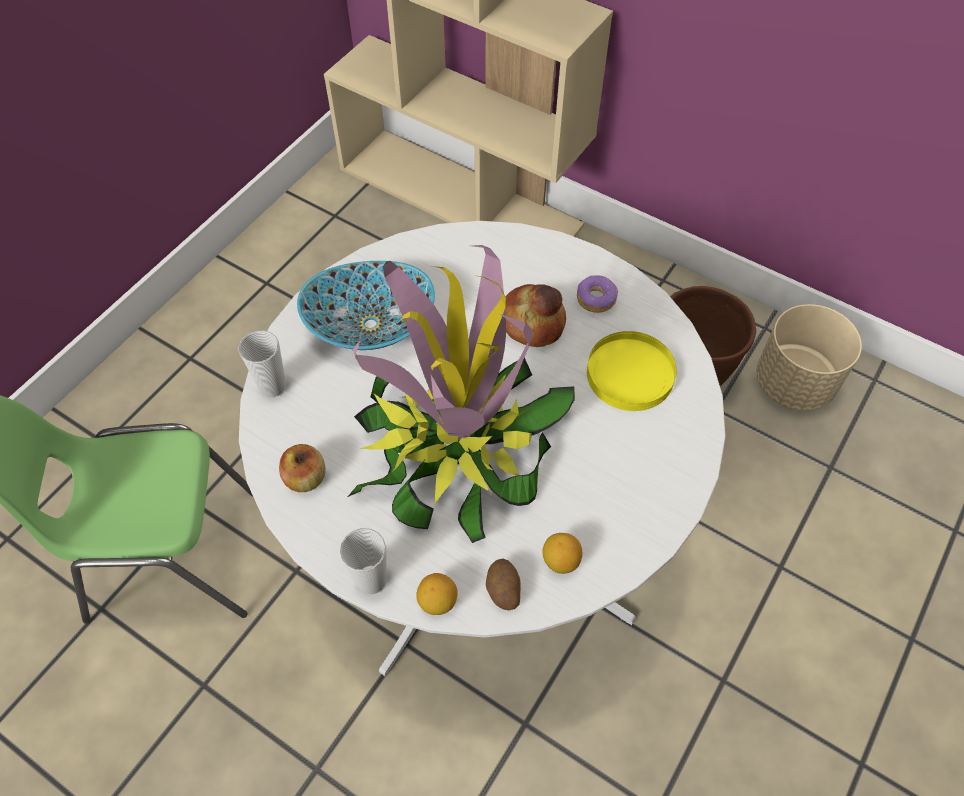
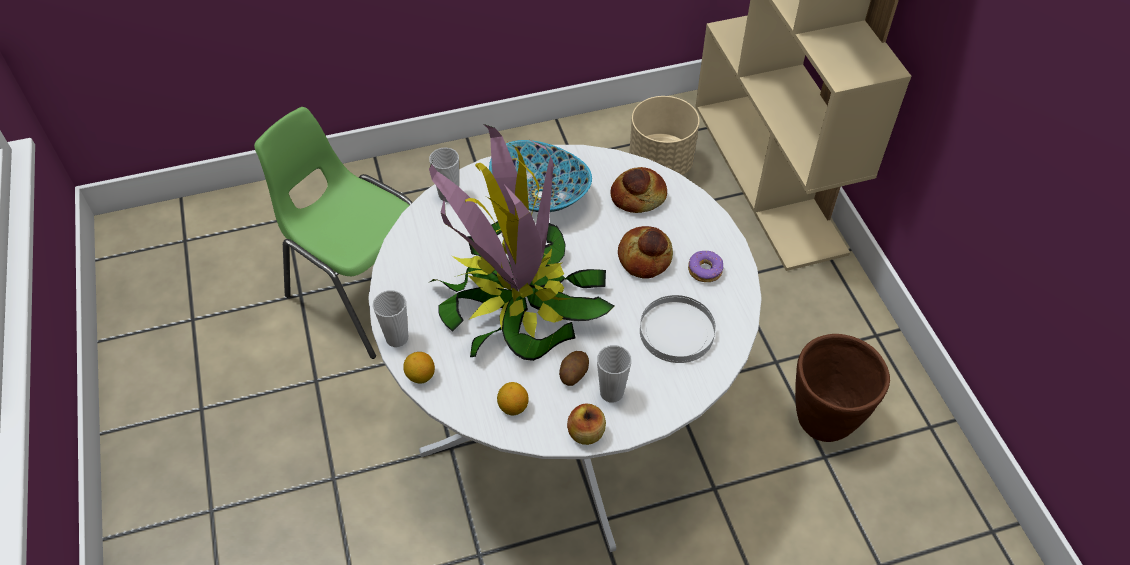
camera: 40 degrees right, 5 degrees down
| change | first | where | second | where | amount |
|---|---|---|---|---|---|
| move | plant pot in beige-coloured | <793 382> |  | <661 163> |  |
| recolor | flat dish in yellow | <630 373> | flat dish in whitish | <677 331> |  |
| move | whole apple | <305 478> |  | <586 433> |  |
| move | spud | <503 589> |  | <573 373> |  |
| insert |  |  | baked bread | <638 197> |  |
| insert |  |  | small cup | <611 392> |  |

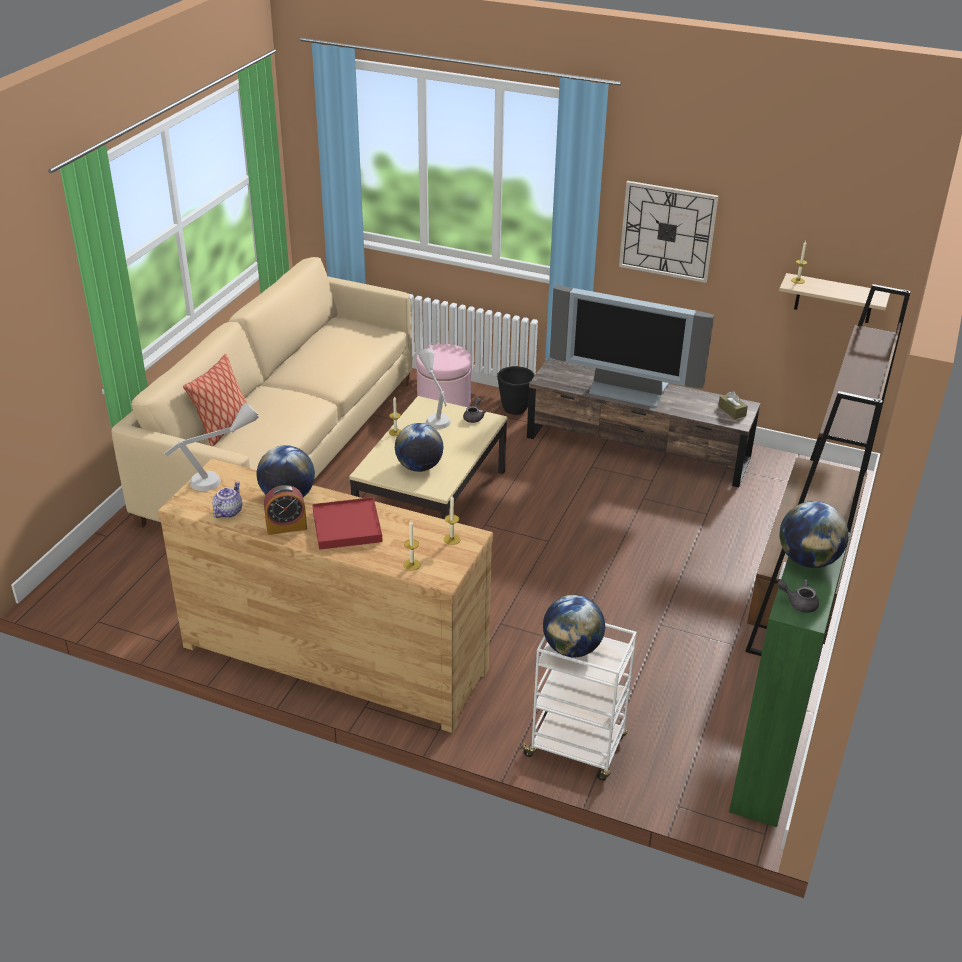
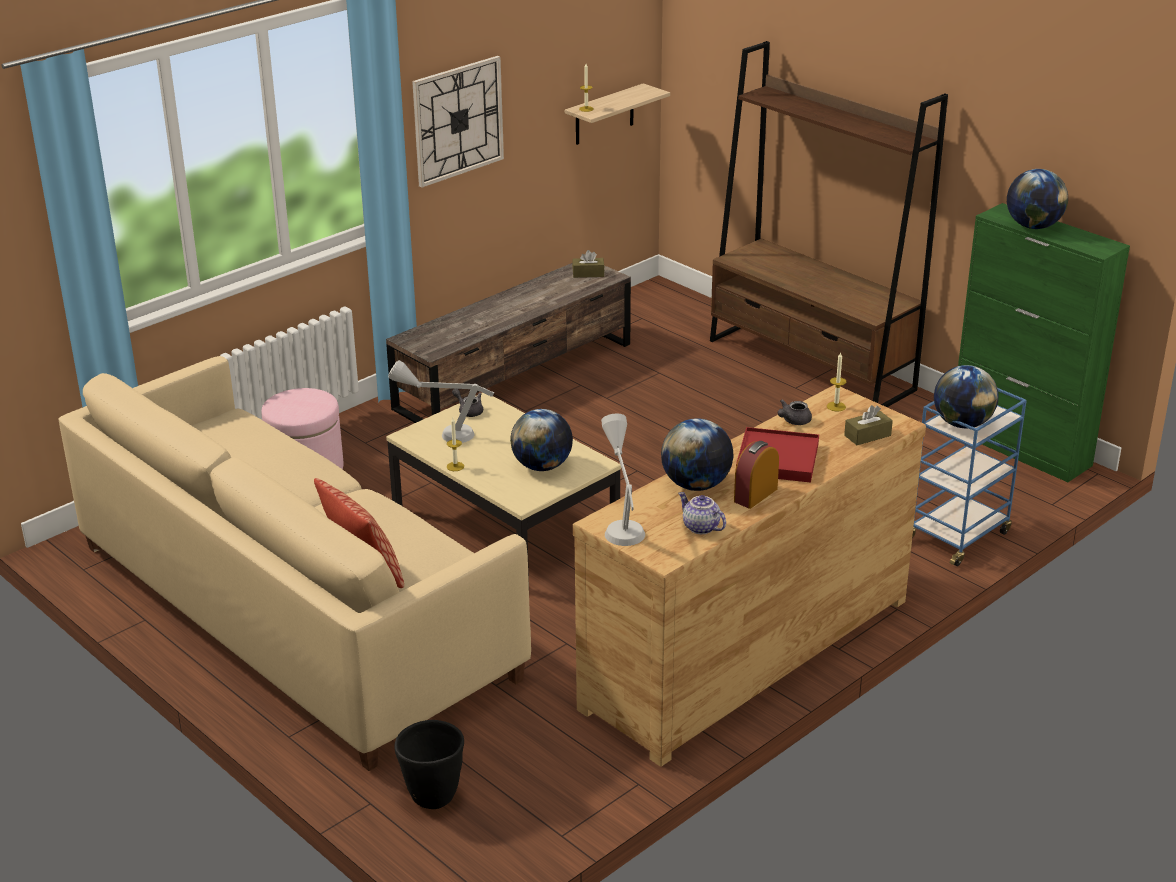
camera: 65 degrees left, 5 degrees down
| change | first | where | second | where | amount |
|---|---|---|---|---|---|
| delete | TV | <628 391> |  |  |  |
| move | plant pot in blackish | <515 409> |  | <432 796> |  |
| rotate | bedside clock | <286 527> |  | <755 495> | 150 degrees counterclockwise |
| replace | wax candle | <412 564> | box of tissues in brown | <867 435> |  |
| move | tea pot in greyish | <798 603> |  | <793 421> |  |
| recolor | trolley in whitish | <576 747> | trolley in bluish | <957 535> |  |

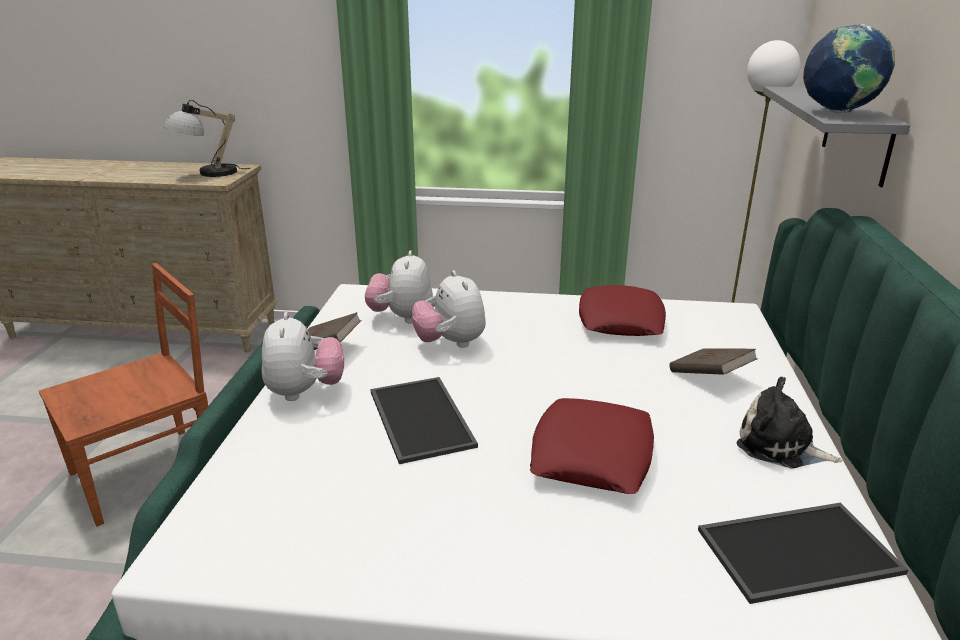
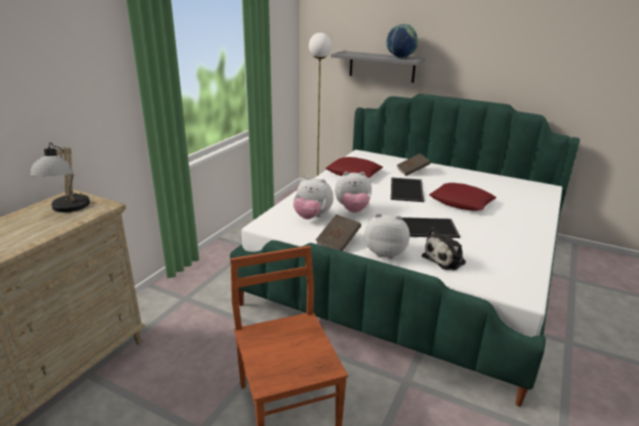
camera: 70 degrees left, 0 degrees up
| change | first | where | second | where | amount |
|---|---|---|---|---|---|
| move | plush toy | <780 446> |  | <445 259> |  |
| move | tray | <798 553> |  | <407 190> |  |

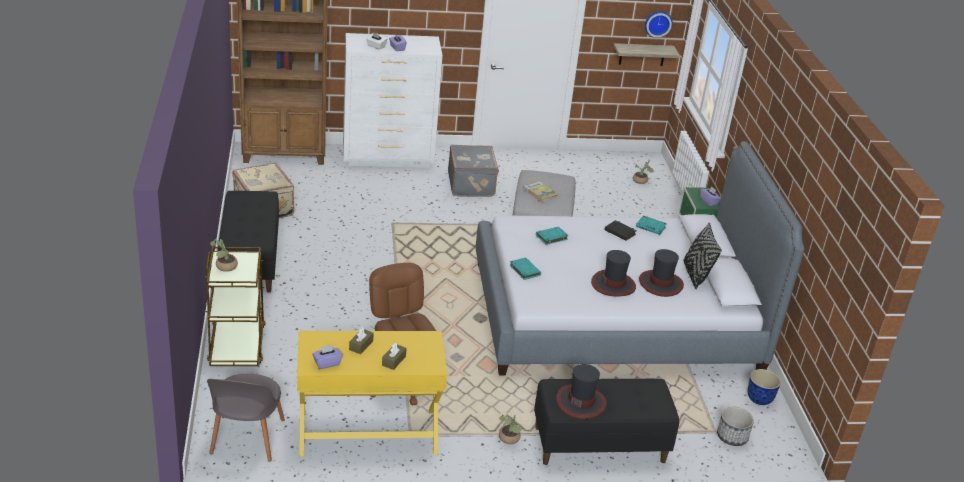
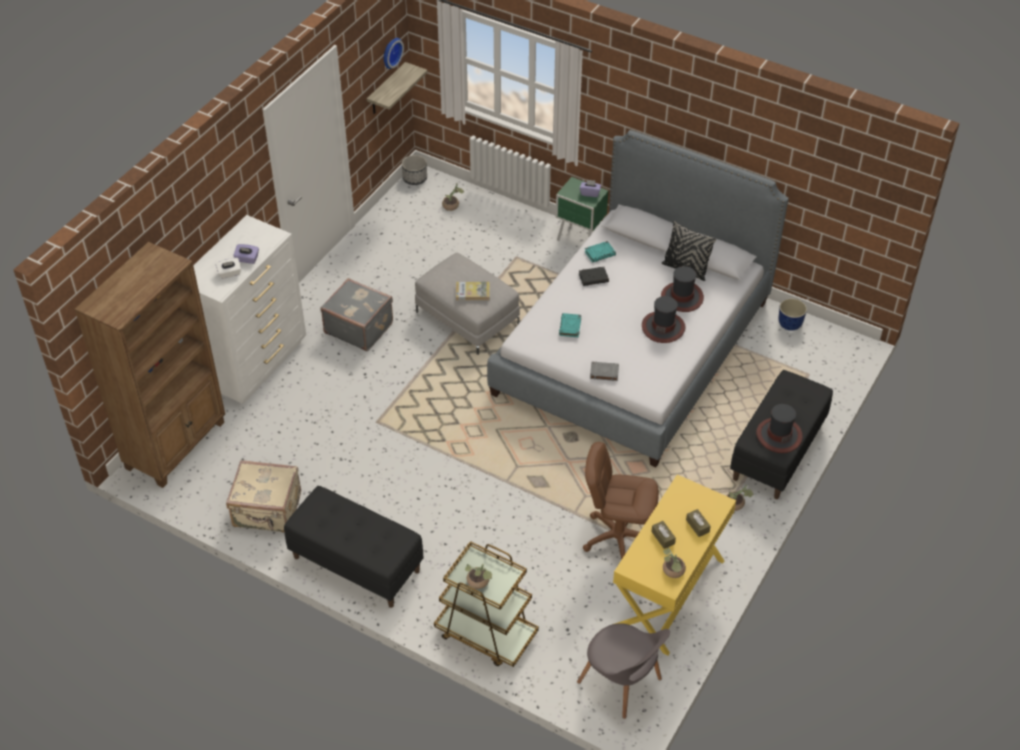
camera: 50 degrees left, 15 degrees up
| change | first | where | second | where | amount |
|---|---|---|---|---|---|
| recolor | book in turquoise | <524 270> | book in greyish | <604 372> |  |
| replace | box of tissues in purple | <327 363> | plant in a pot | <672 572> |  |
| move | plant pot | <732 437> |  | <415 178> |  |

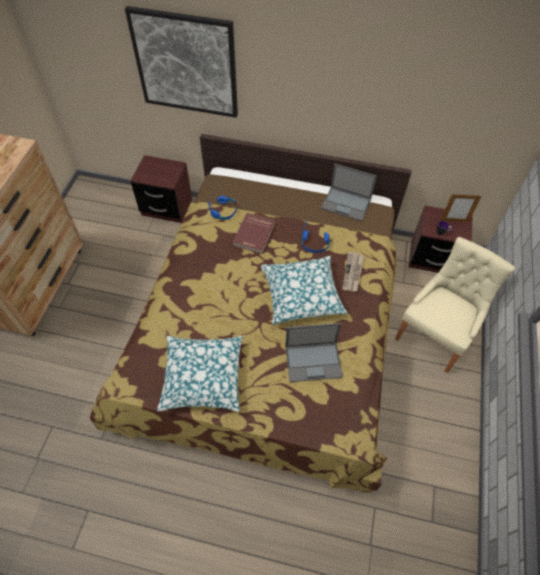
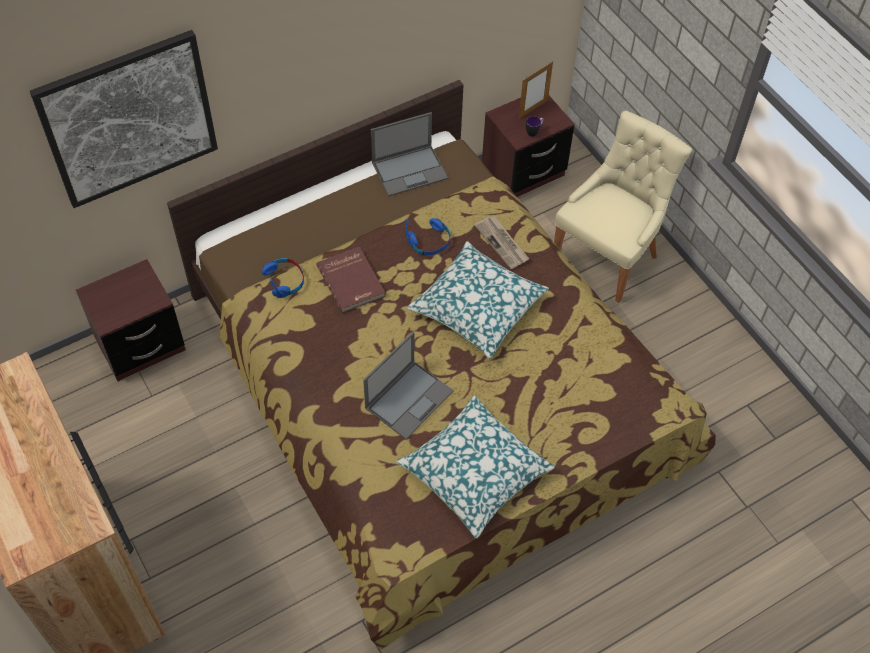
camera: 45 degrees left, 0 degrees up
| change | first | where | second | where | amount |
|---|---|---|---|---|---|
| rotate | plain chair in beige-coloured | <435 335> |  | <608 256> | 45 degrees clockwise |
| move | notebook computer | <314 361> |  | <409 398> |  |

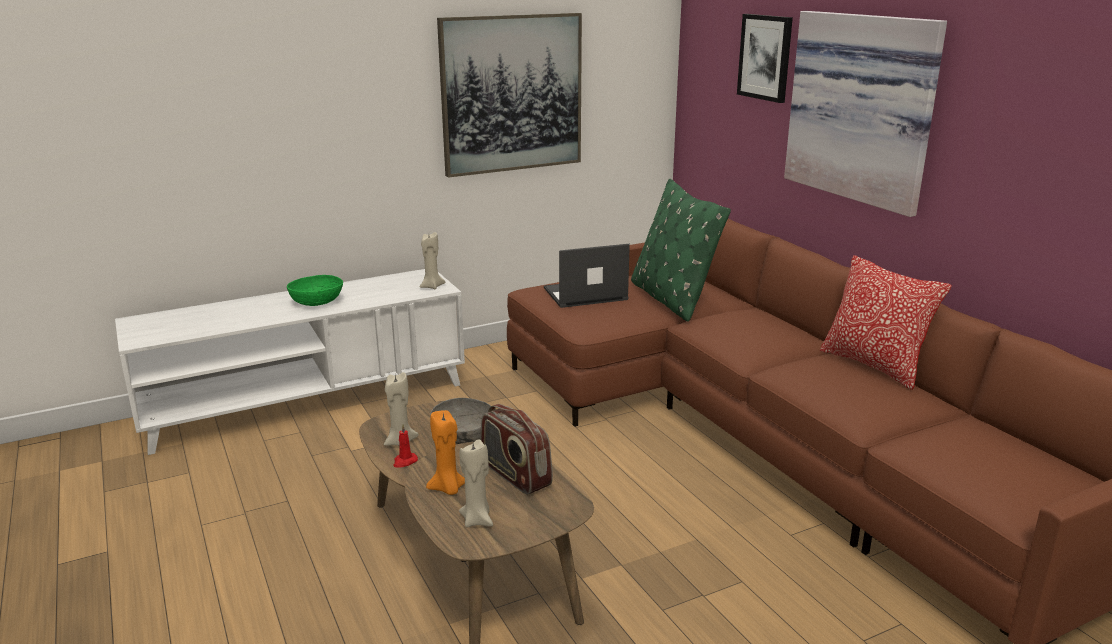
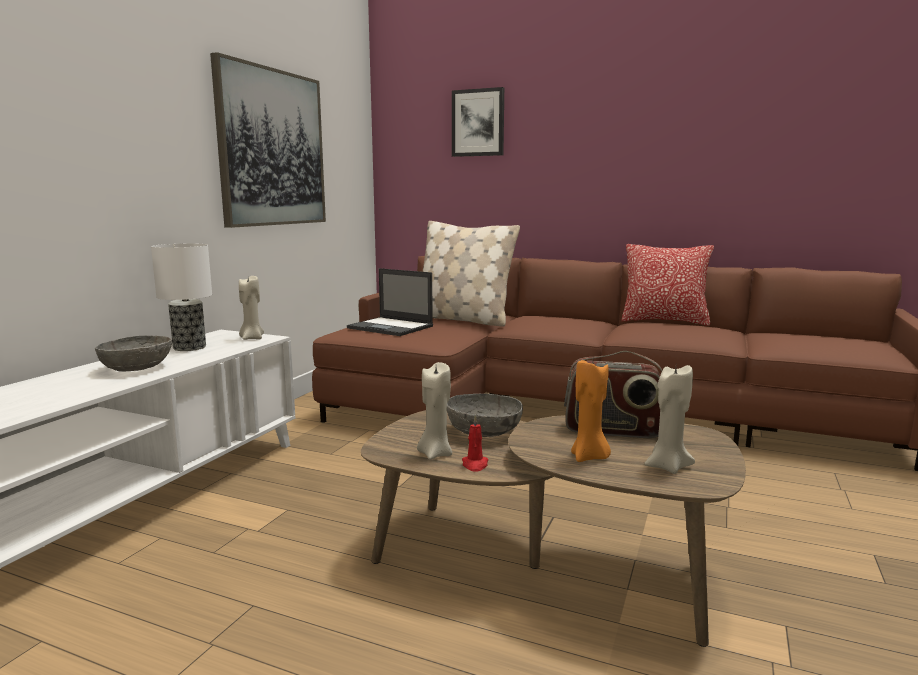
camera: 40 degrees left, 10 degrees down
| change | first | where | second | where | amount |
|---|---|---|---|---|---|
| delete | wall art | <863 108> |  |  |  |
| recolor | throw pillow in green-coloured | <671 299> | throw pillow in beige-coloured | <462 319> |  |
| rotate | notebook computer | <584 294> |  | <391 327> | 90 degrees counterclockwise |
| recolor | deep dish in green-coloured | <317 302> | deep dish in greyish | <137 368> |  |
| insert |  |  | tabletop lamp | <190 347> |  |

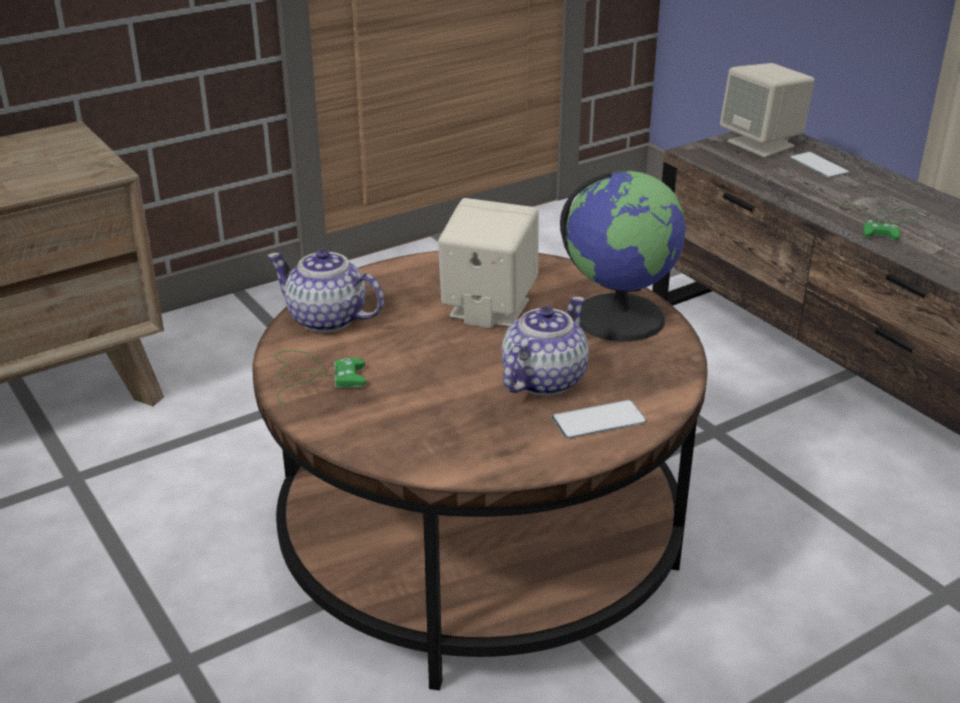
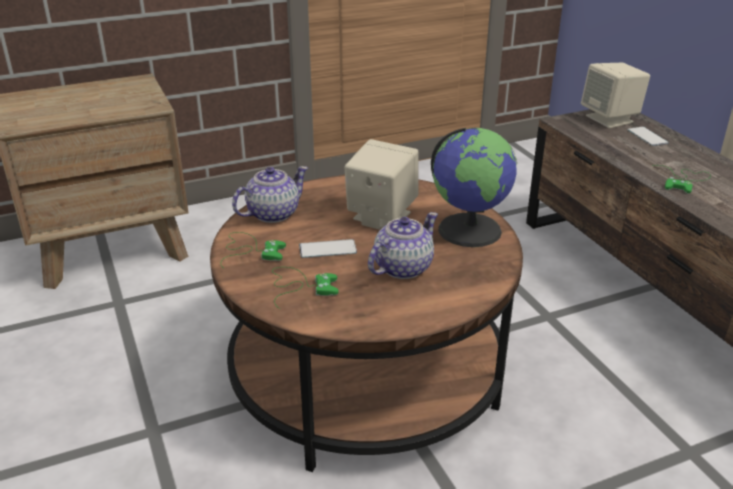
camera: 10 degrees right, 0 degrees up
| change | first | where | second | where | amount |
|---|---|---|---|---|---|
| rotate | tea pot | <327 320> |  | <272 214> | 105 degrees clockwise |
| move | telephone | <598 420> |  | <327 249> |  |
| insert |  |  | joypad in green-coloured | <300 286> |  |

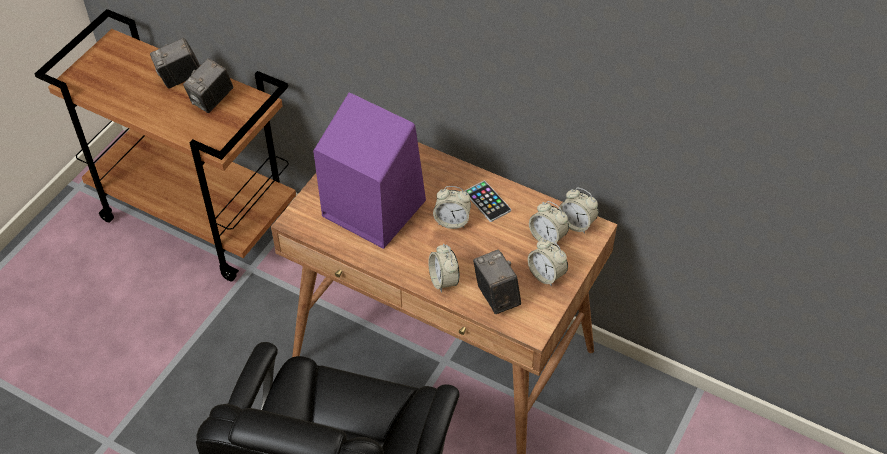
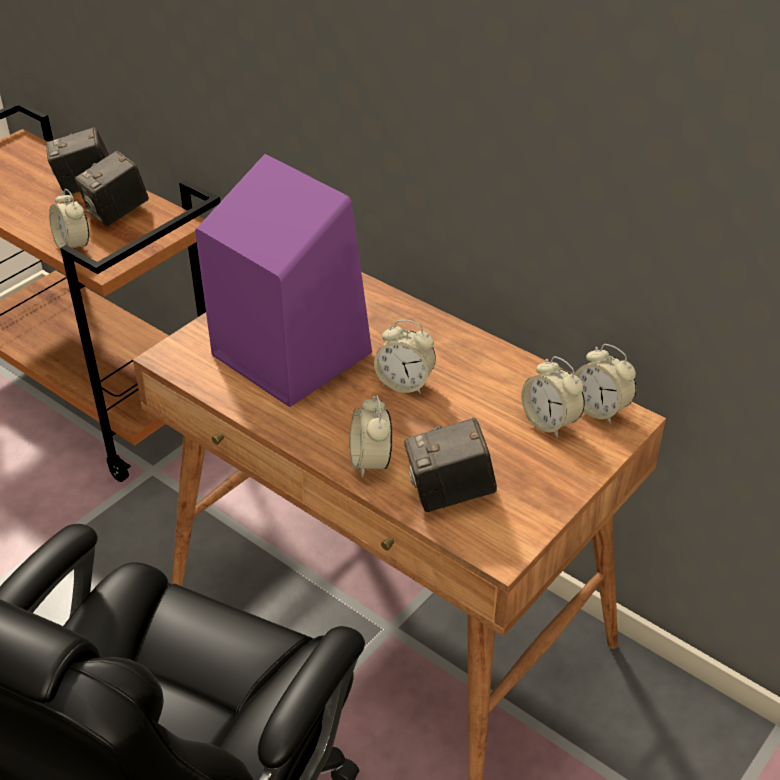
camera: 10 degrees right, 10 degrees down
| change | first | where | second | where | amount |
|---|---|---|---|---|---|
| delete | telephone | <487 201> |  |  |  |
| move | bedside clock | <546 275> |  | <73 245> |  |
| rotate | still camera | <496 296> |  | <449 494> | 90 degrees counterclockwise |

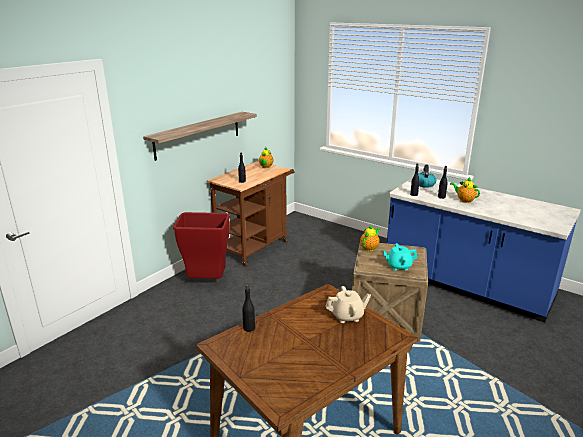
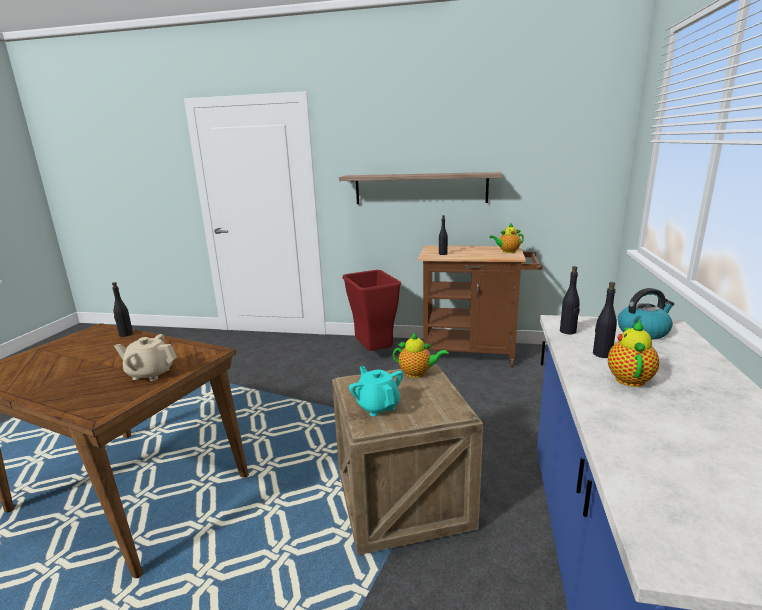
camera: 65 degrees right, 5 degrees down
| change | first | where | second | where | amount |
|---|---|---|---|---|---|
| rotate | tea pot in beige-coloured | <347 316> |  | <150 373> | 135 degrees clockwise |

